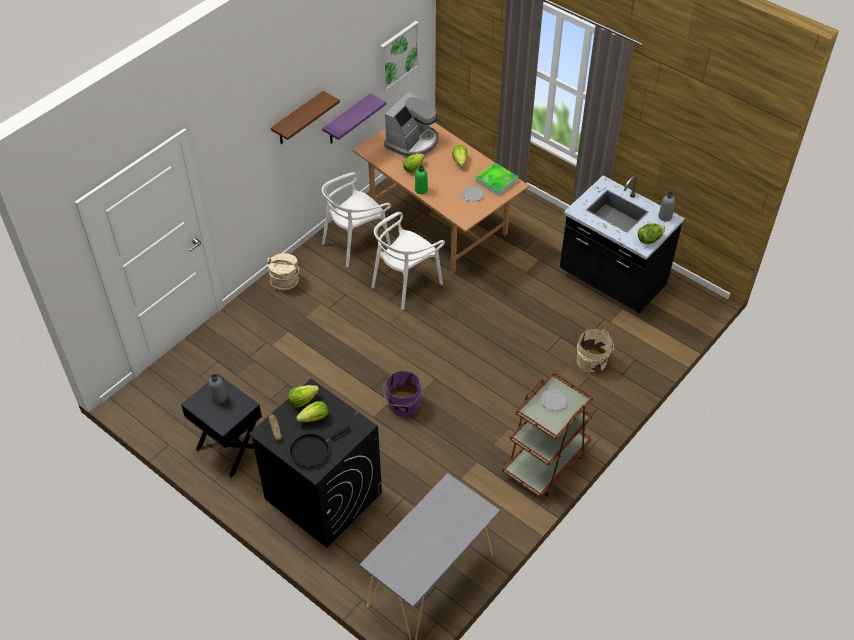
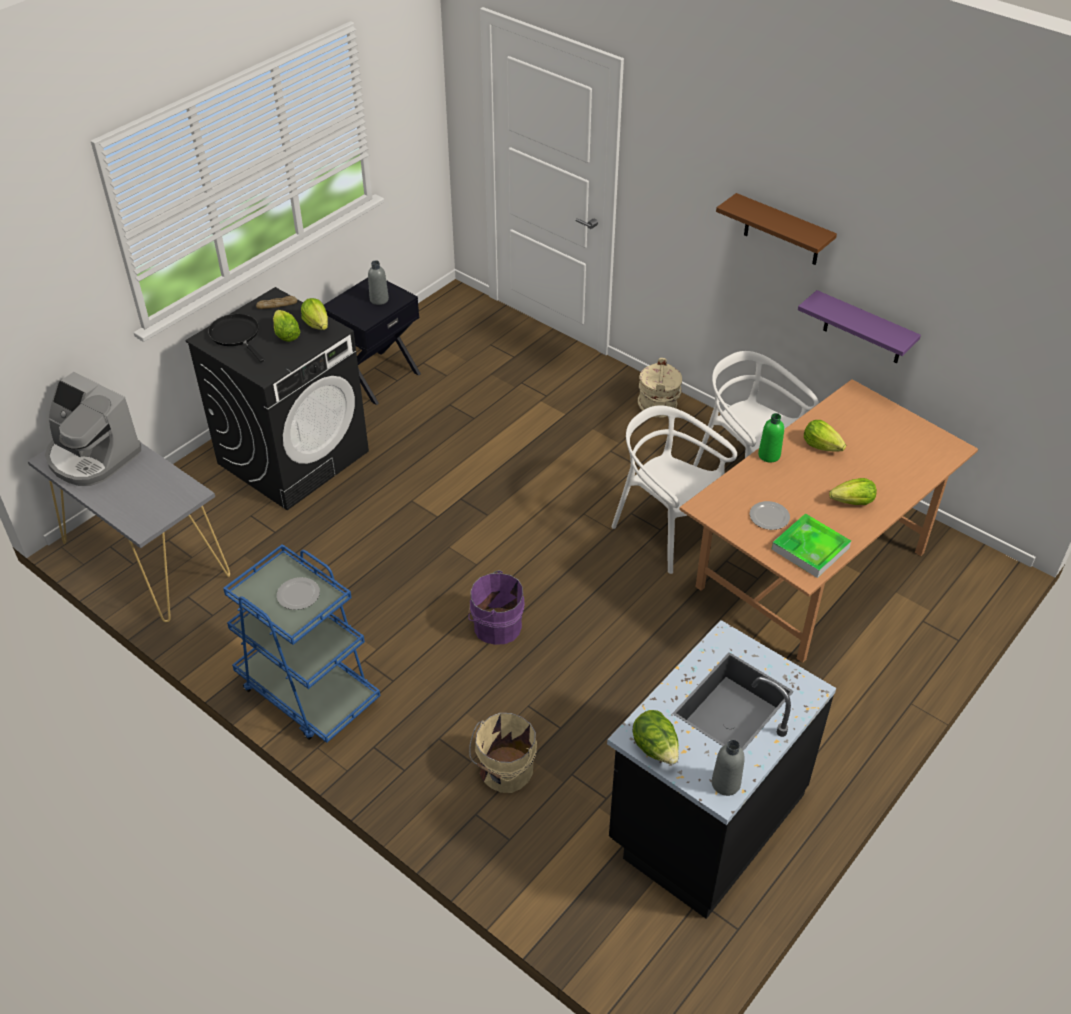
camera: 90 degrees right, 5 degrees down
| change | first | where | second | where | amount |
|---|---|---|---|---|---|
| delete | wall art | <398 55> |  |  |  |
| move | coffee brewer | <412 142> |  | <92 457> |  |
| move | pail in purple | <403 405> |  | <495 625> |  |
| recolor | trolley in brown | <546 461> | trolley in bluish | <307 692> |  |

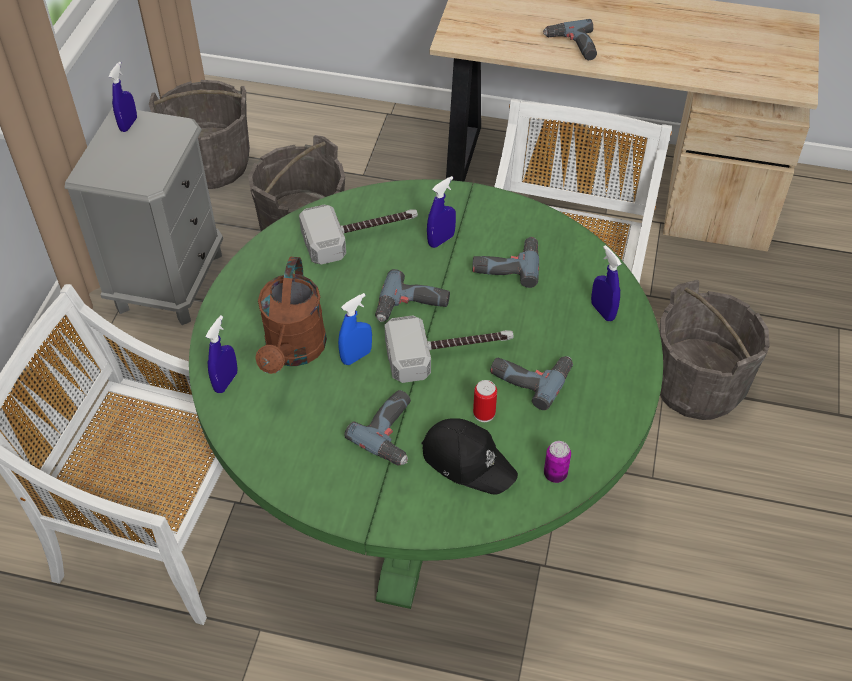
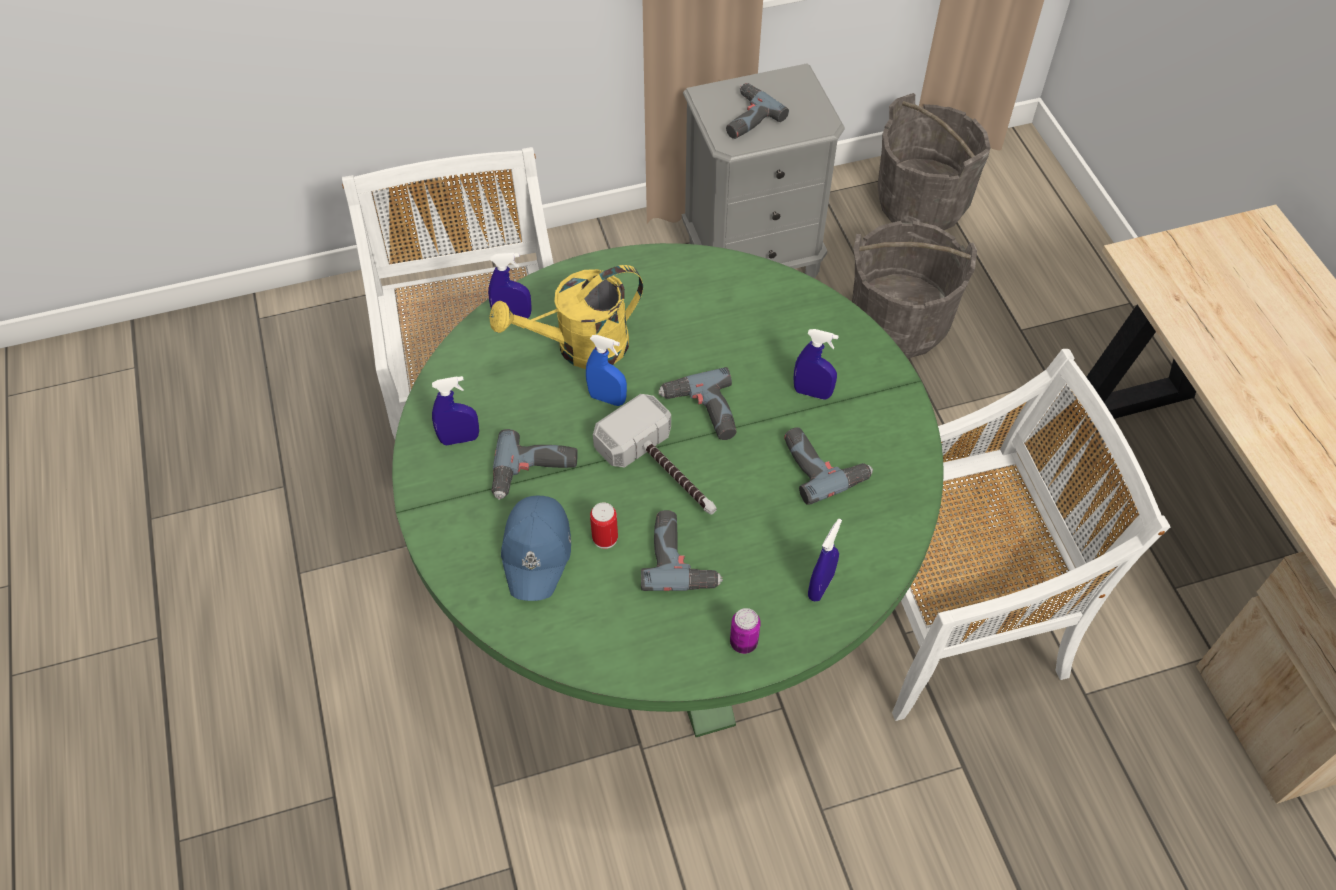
camera: 60 degrees right, 5 degrees up
| change | first | where | second | where | amount |
|---|---|---|---|---|---|
| move | drill | <572 46> |  | <745 117> |  |
| move | spray bottle in bluish | <128 124> |  | <459 439> |  |
| delete | tool hammer | <361 235> |  |  |  |
| recolor | watering pot in brown | <293 352> | watering pot in yellow | <580 348> |  |
| delete | pail in greyish | <698 385> |  |  |  |
| recolor | baseball cap in blackish | <468 461> | baseball cap in bluish | <538 551> |  |
| move | metal can | <555 474> |  | <743 642> |  |

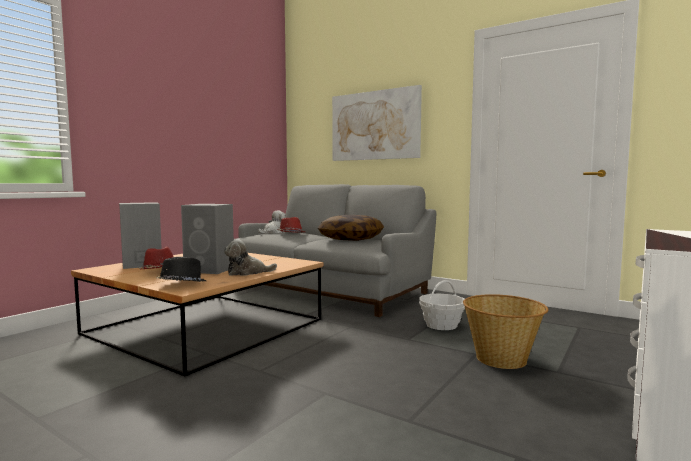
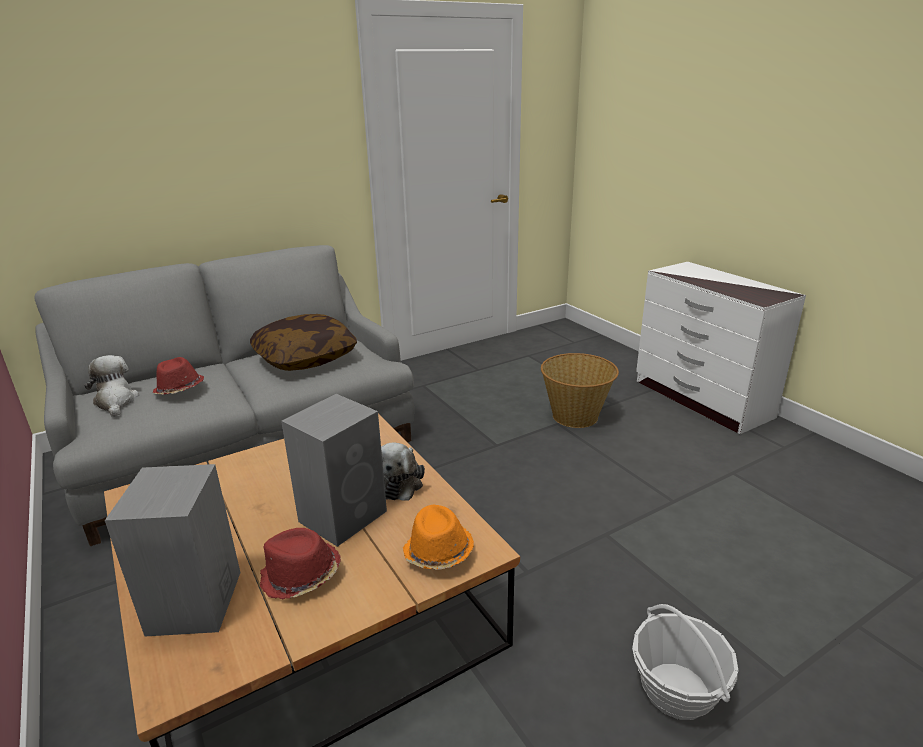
camera: 65 degrees left, 20 degrees up
| change | first | where | second | where | amount |
|---|---|---|---|---|---|
| delete | wall art | <375 125> |  |  |  |
| recolor | hat in blackish | <181 284> | hat in orange-coloured | <438 552> |  |
| move | storage basket | <441 325> |  | <676 690> |  |

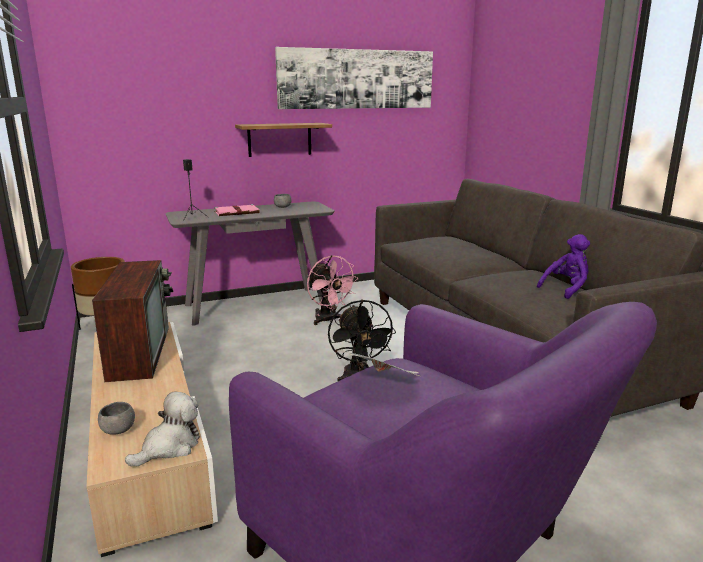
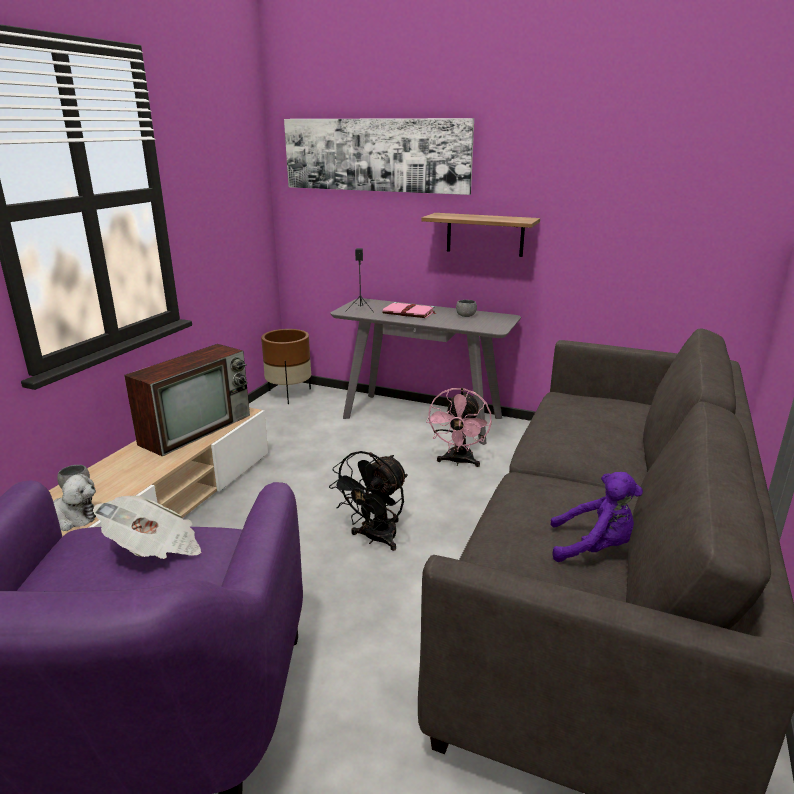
camera: 45 degrees right, 5 degrees up
| change | first | where | second | where | amount |
|---|---|---|---|---|---|
| move | wall art | <357 79> |  | <375 155> |  |

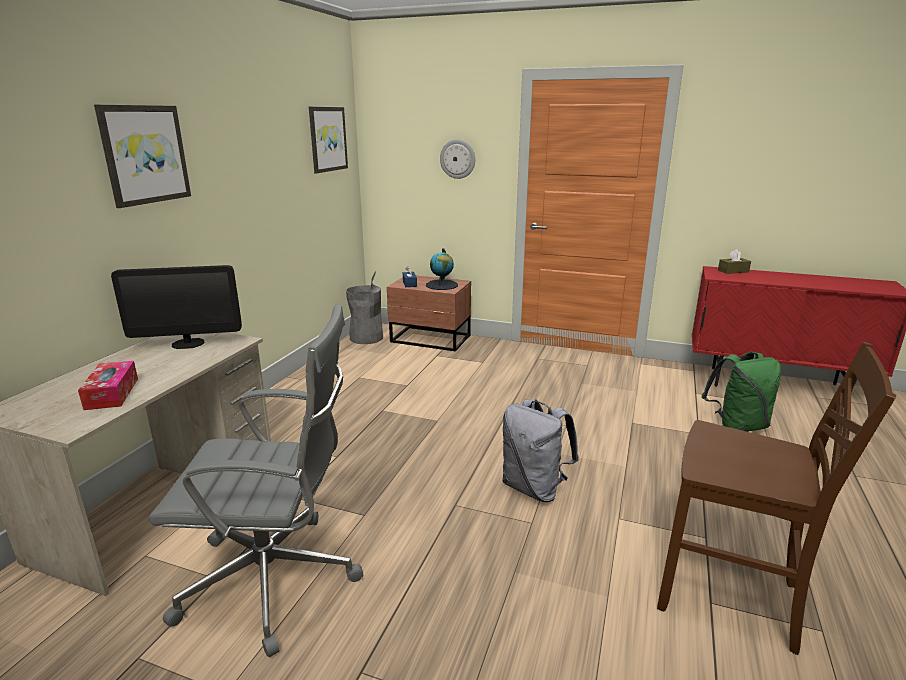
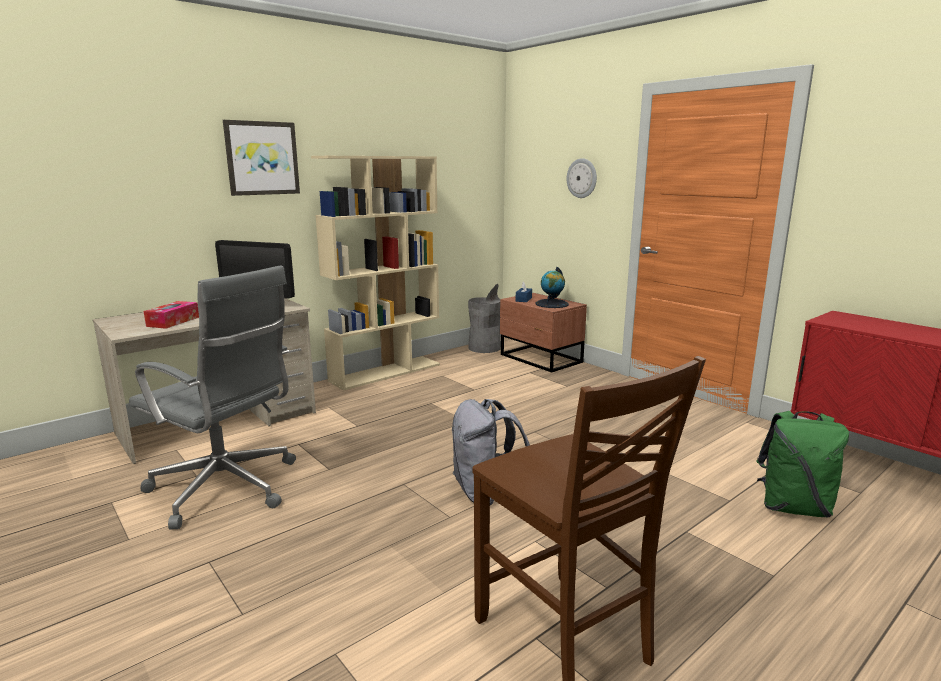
camera: 30 degrees right, 5 degrees down
| change | first | where | second | where | amount |
|---|---|---|---|---|---|
| delete | wall art | <327 139> |  |  |  |
| delete | box of tissues in brown | <733 271> |  |  |  |
| insert |  |  | bookcase in beige-coloured | <386 372> |  |

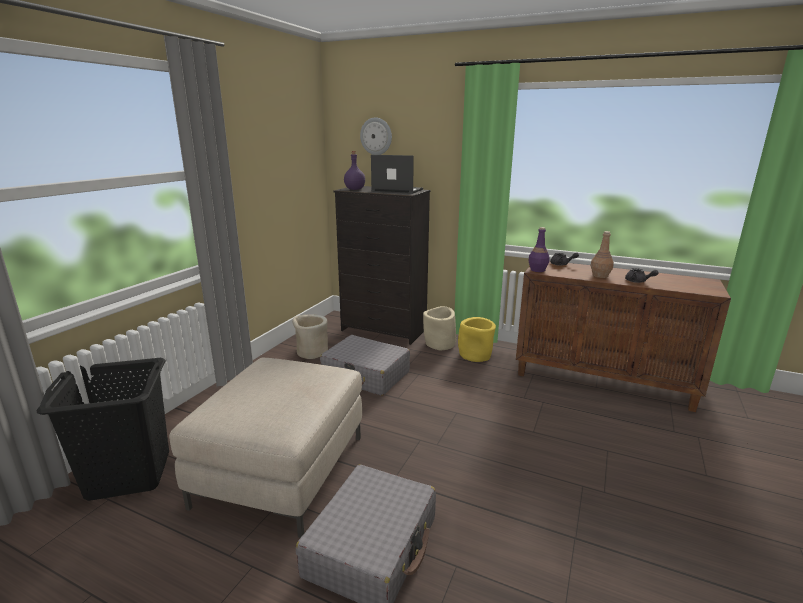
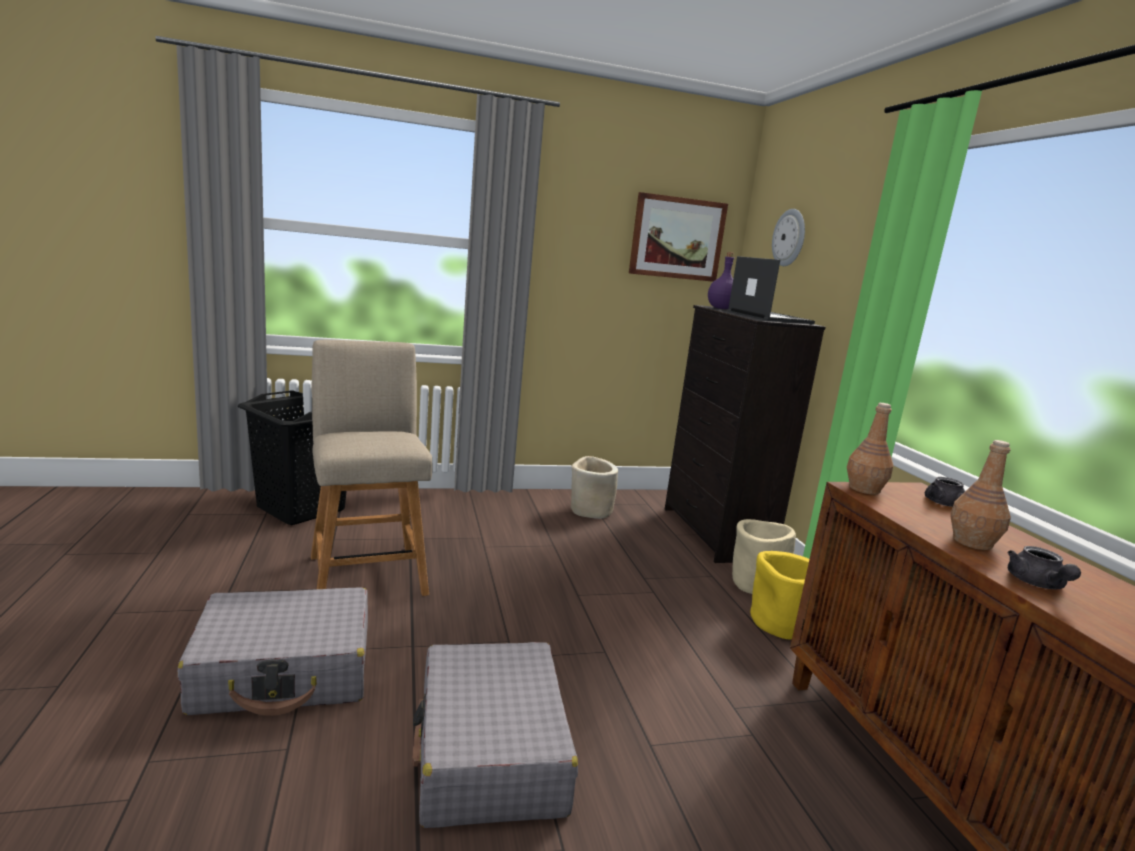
camera: 50 degrees right, 5 degrees down
| change | first | where | second | where | amount |
|---|---|---|---|---|---|
| recolor | bottle in purple | <537 270> | bottle in brown | <863 489> |  |
| move | travel case in greyish | <366 375> |  | <490 751> |  |
| replace | ottoman in beige-coloured | <282 470> | plain chair in beige-coloured | <367 571> |  |
| insert |  |  | wall art | <677 238> |  |

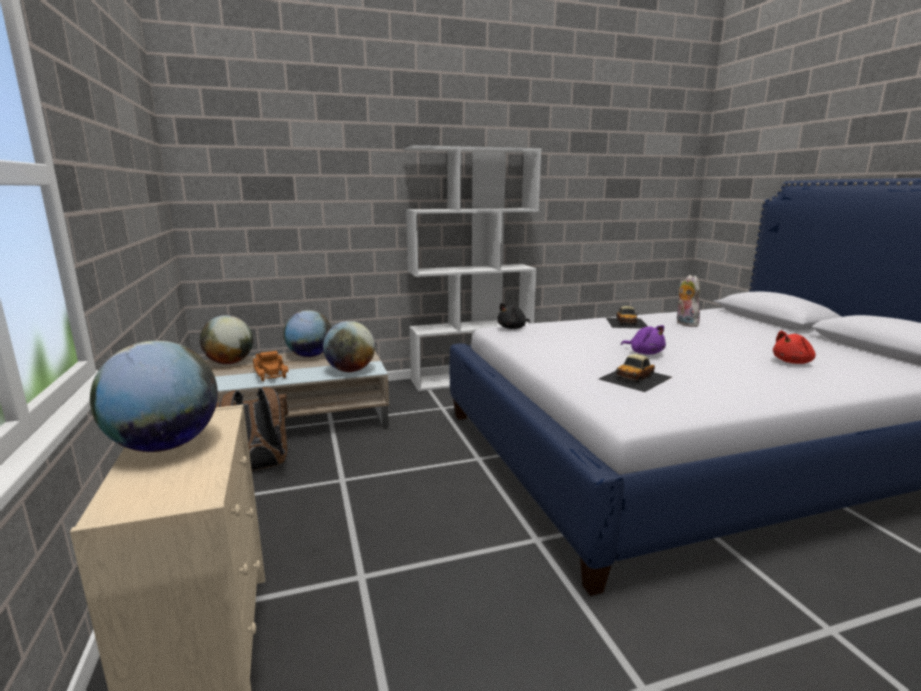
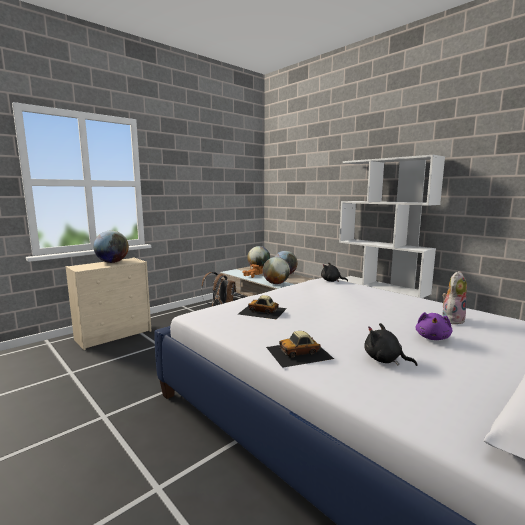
camera: 65 degrees right, 5 degrees down
| change | first | where | second | where | amount |
|---|---|---|---|---|---|
| move | toy car | <627 322> |  | <299 352> |  |
| move | plush toy in purple | <645 353> |  | <432 338> |  |
| recolor | plush toy in reddish | <793 362> | plush toy in blackish | <385 360> |  |

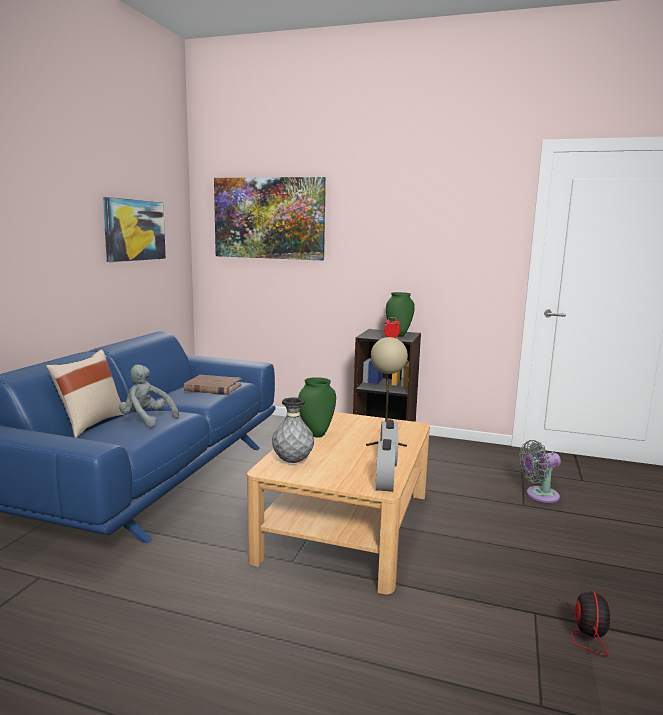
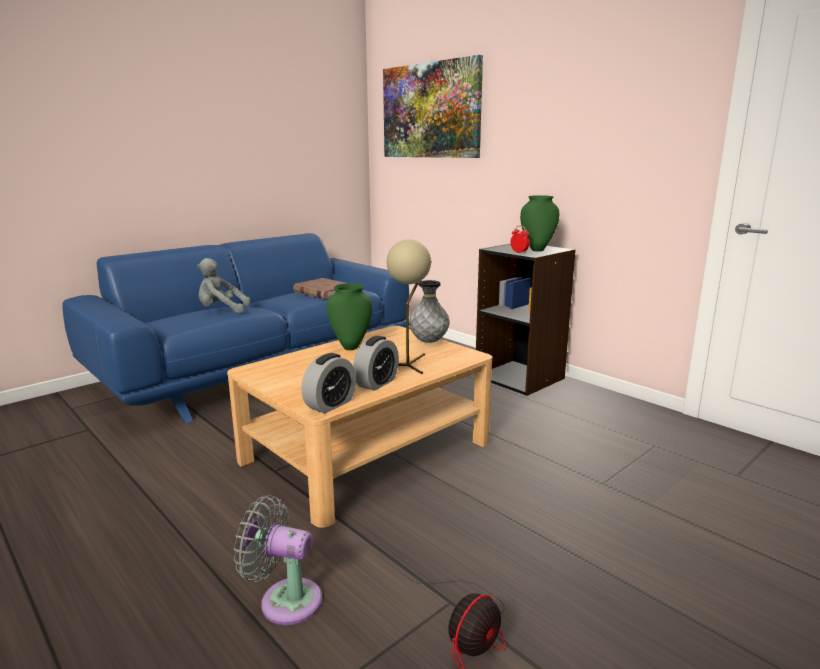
camera: 30 degrees right, 5 degrees up
| change | first | where | second | where | amount |
|---|---|---|---|---|---|
| delete | wall art | <134 230> |  |  |  |
| delete | throw pillow in beige-coloured | <90 424> |  |  |  |
| rotate | plush toy in greyish | <146 419> |  | <221 311> | 60 degrees counterclockwise |
| move | decorative vase in greyish | <292 461> |  | <429 342> |  |
| move | fan in greyish | <539 495> |  | <285 600> |  |

